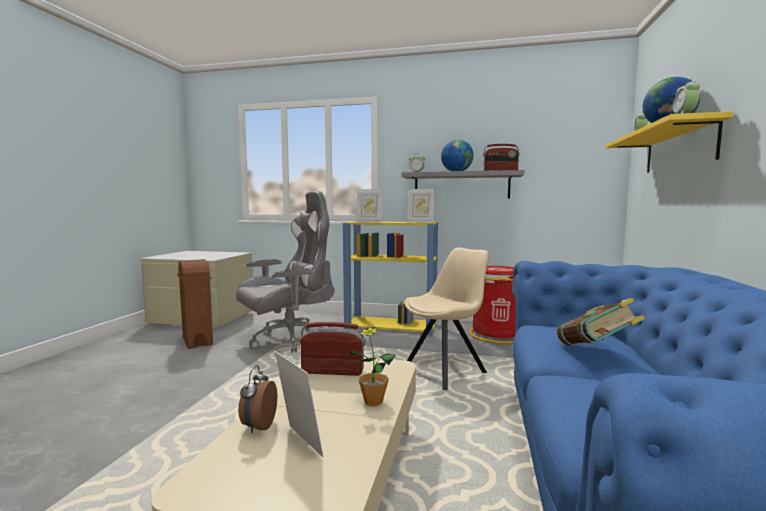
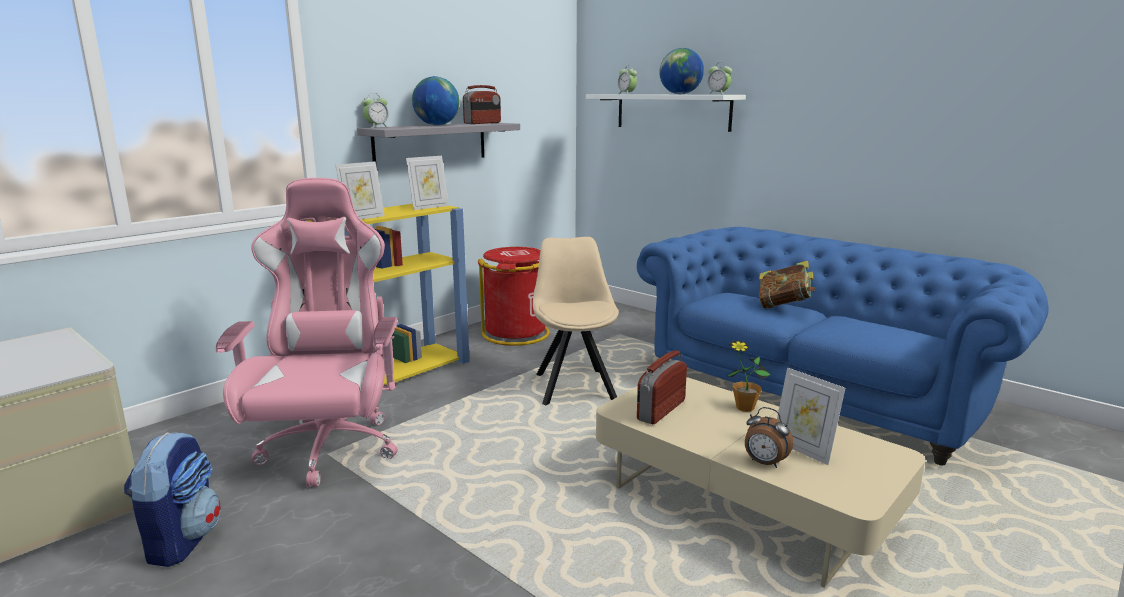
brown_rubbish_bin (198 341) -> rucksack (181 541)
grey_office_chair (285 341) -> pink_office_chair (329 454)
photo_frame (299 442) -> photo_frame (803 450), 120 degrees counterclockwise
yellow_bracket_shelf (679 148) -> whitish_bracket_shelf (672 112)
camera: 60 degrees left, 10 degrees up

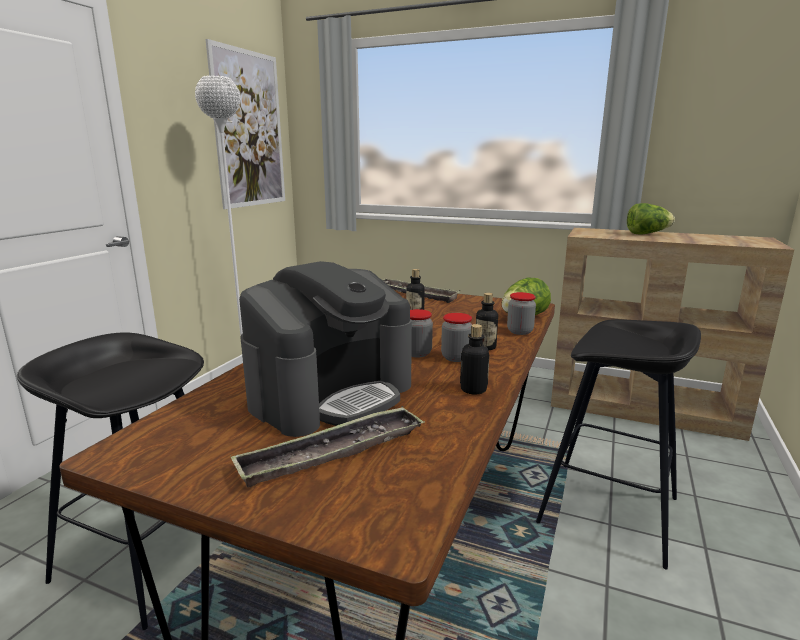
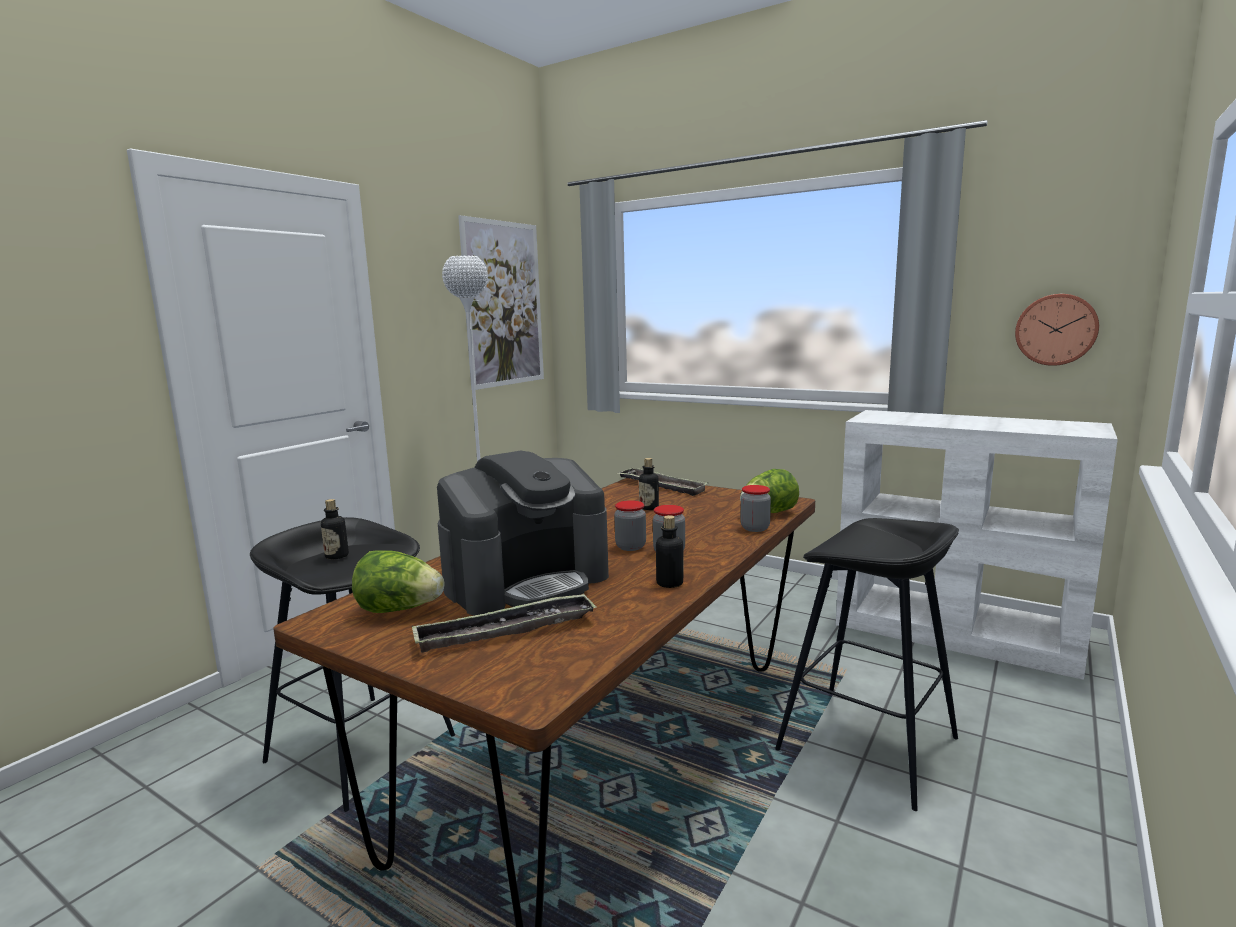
drink_bottle (485 347) -> drink_bottle (337 556), moved
brown_shelving_unit (642 407) -> whitish_shelving_unit (954 631)
lettuce_head (646 234) -> lettuce_head (400 610), moved
none -> clock_on_the_wall (1056 329)
camera: 10 degrees right, 5 degrees down

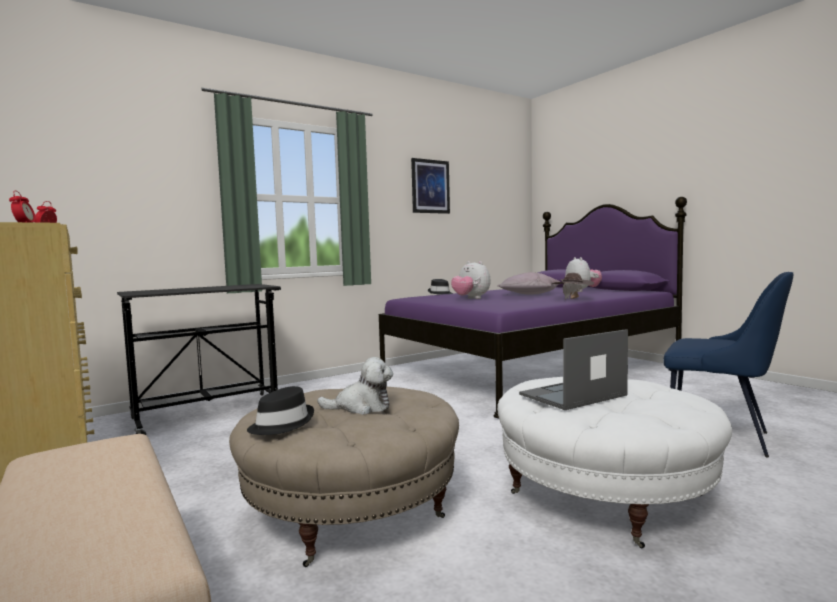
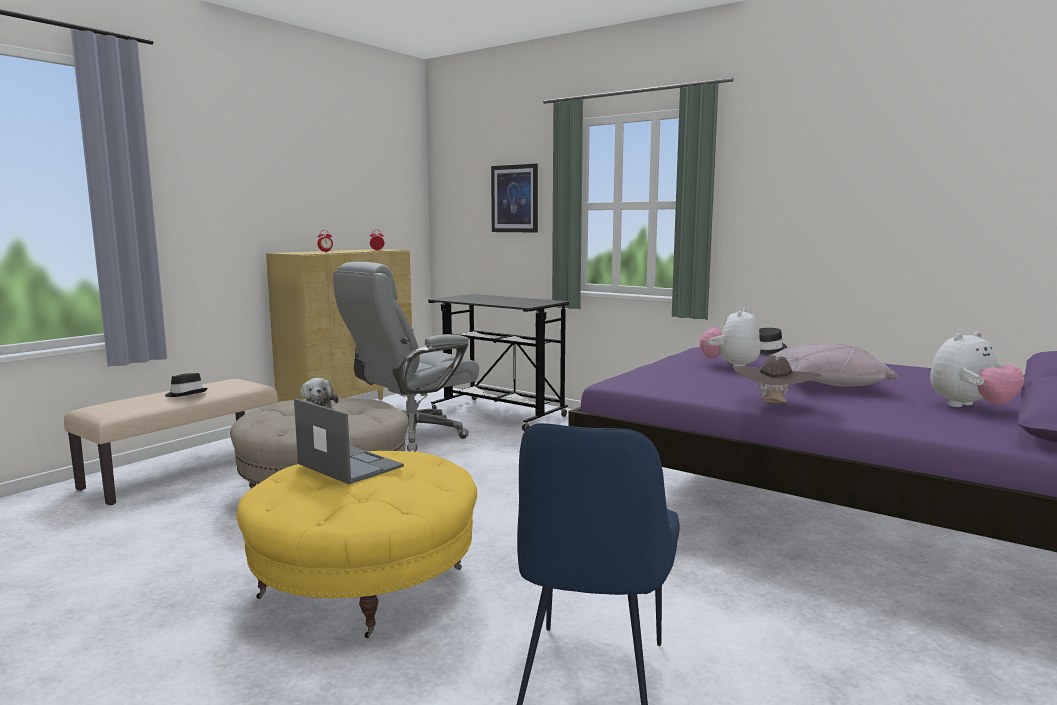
black_hat (281 424) -> black_hat (186 394), moved
wall_art (430 186) -> wall_art (514 198), moved
whitish_pouffe (604 493) -> yellow_pouffe (364 583)
none -> grey_office_chair (411 435)
camera: 70 degrees right, 5 degrees up

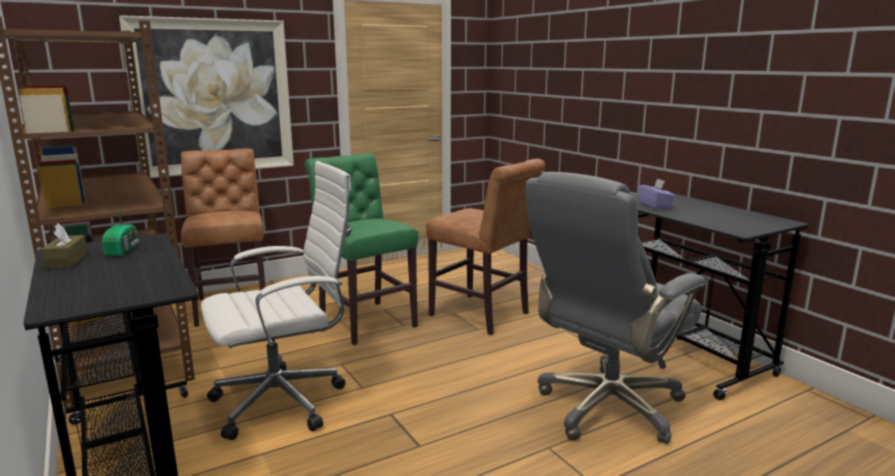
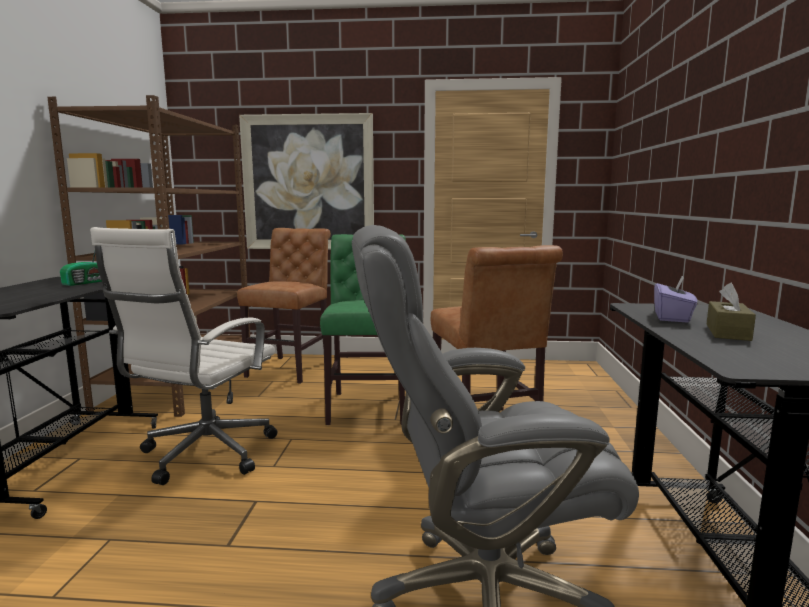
brown_box_of_tissues (67 260) -> brown_box_of_tissues (728 332), moved
whitish_office_chair (285 401) -> whitish_office_chair (204 456), 105 degrees clockwise
camera: 35 degrees right, 5 degrees down

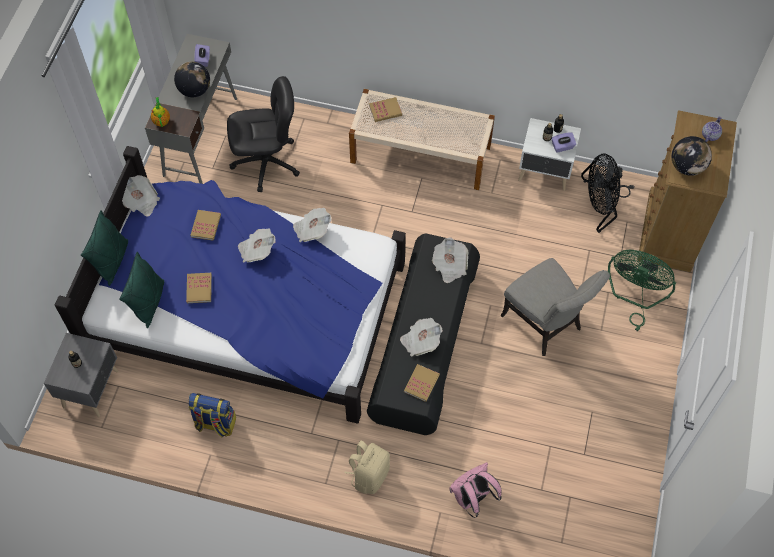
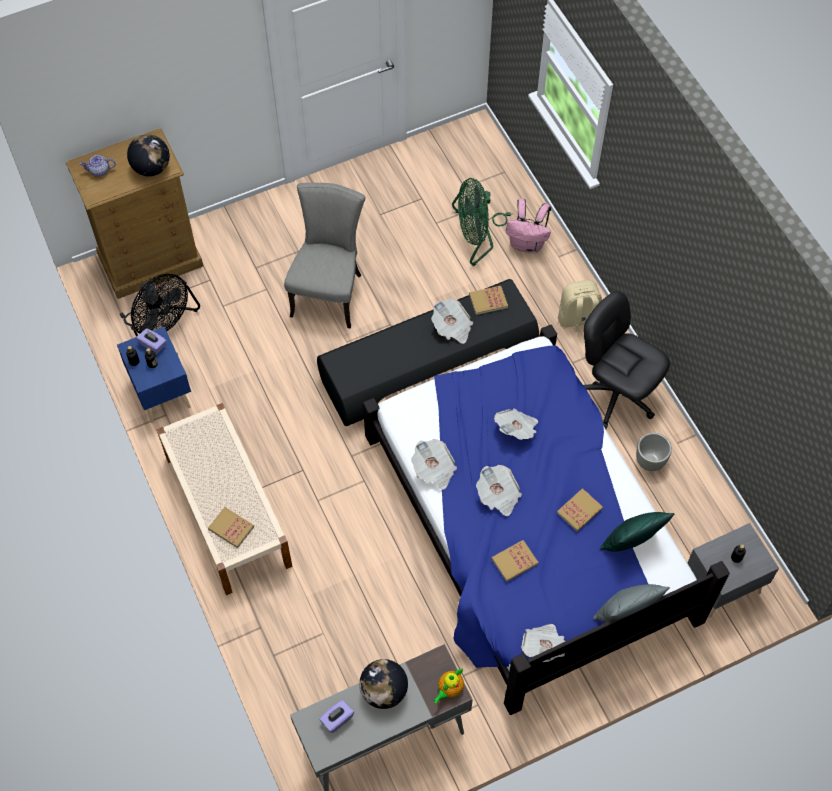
green_cushion (112 261) -> grey_cushion (625 612)
rucksack (215 423) -> grey_flower_pot (650 461)
black_office_chair (266 162) -> black_office_chair (616 393), moved
newspaper (450 266) -> newspaper (517 429), moved
whitish_bedside_table (545 173) -> blue-coloured_bedside_table (162 392)
green_fan (635 296) -> green_fan (478 233), moved
camera: 130 degrees left, 0 degrees up

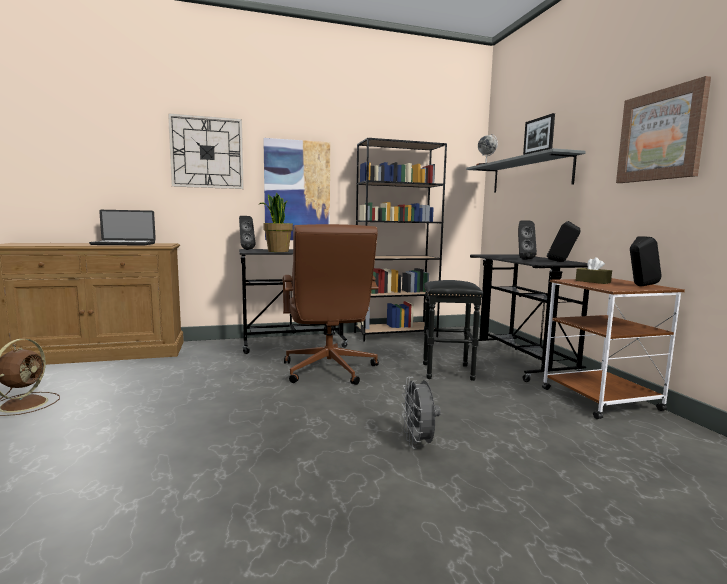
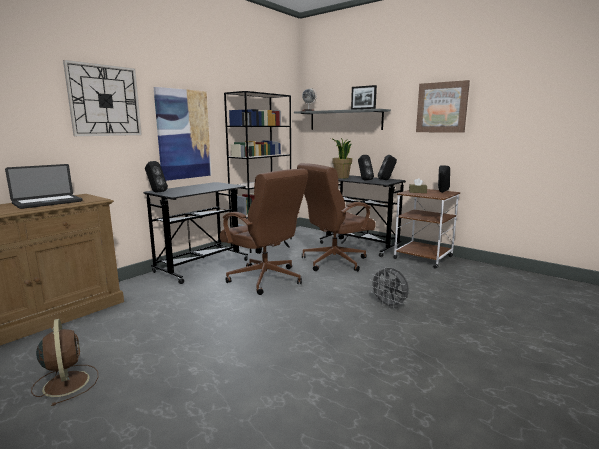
plant_in_a_pot (277 251) -> plant_in_a_pot (341 177), moved
black_stool (446 371) -> brown_office_chair (334 261)
camera: 35 degrees left, 5 degrees up

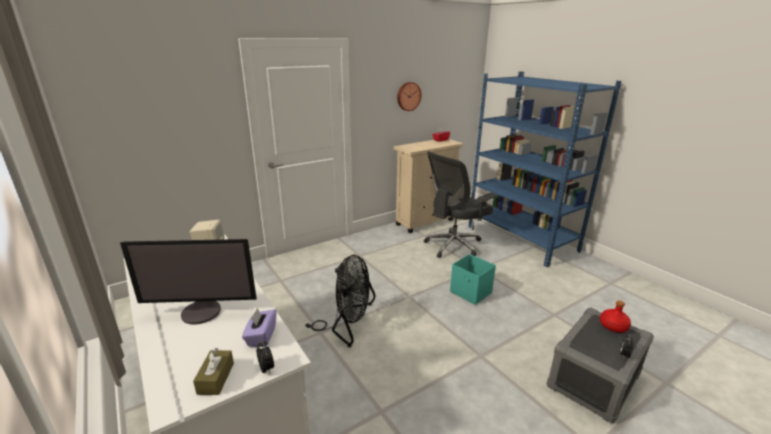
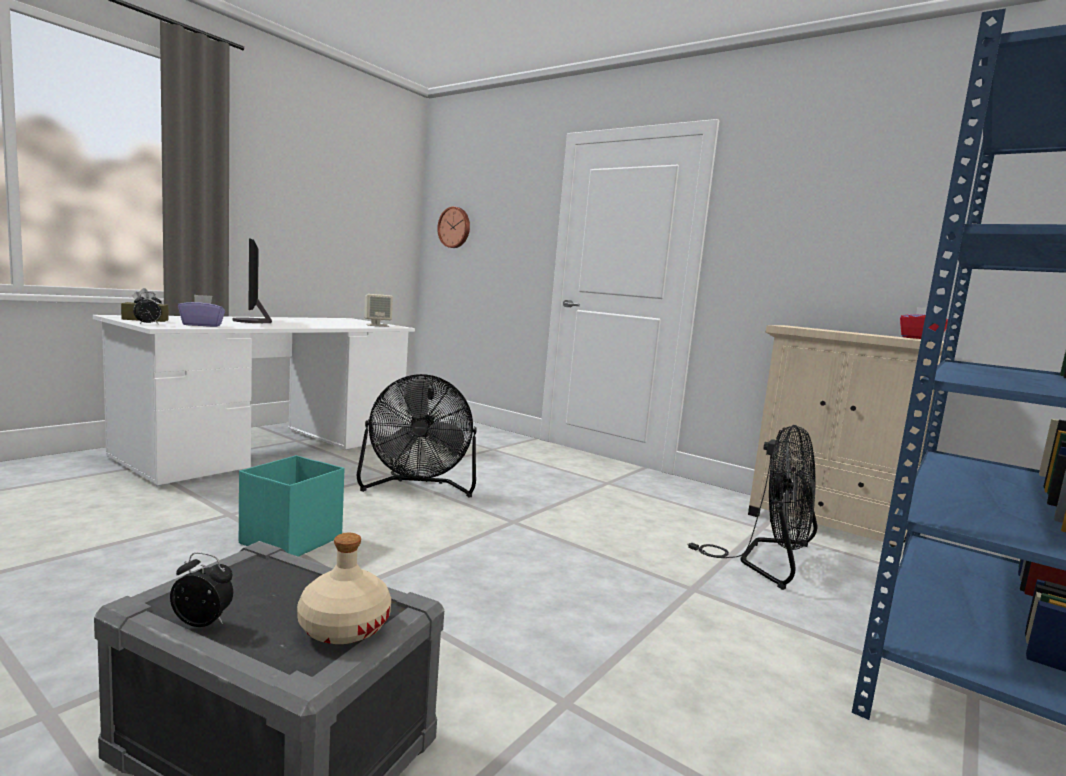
clock_on_the_wall (408 96) -> clock_on_the_wall (455 227), moved
office_chair (453 245) -> black_fan (766 559)
turquoise-coloured_storage_container (471 292) -> turquoise-coloured_storage_container (290 540), moved
reddish_drink_bottle (613 326) -> beige-coloured_drink_bottle (343 627)
camera: 70 degrees right, 15 degrees down

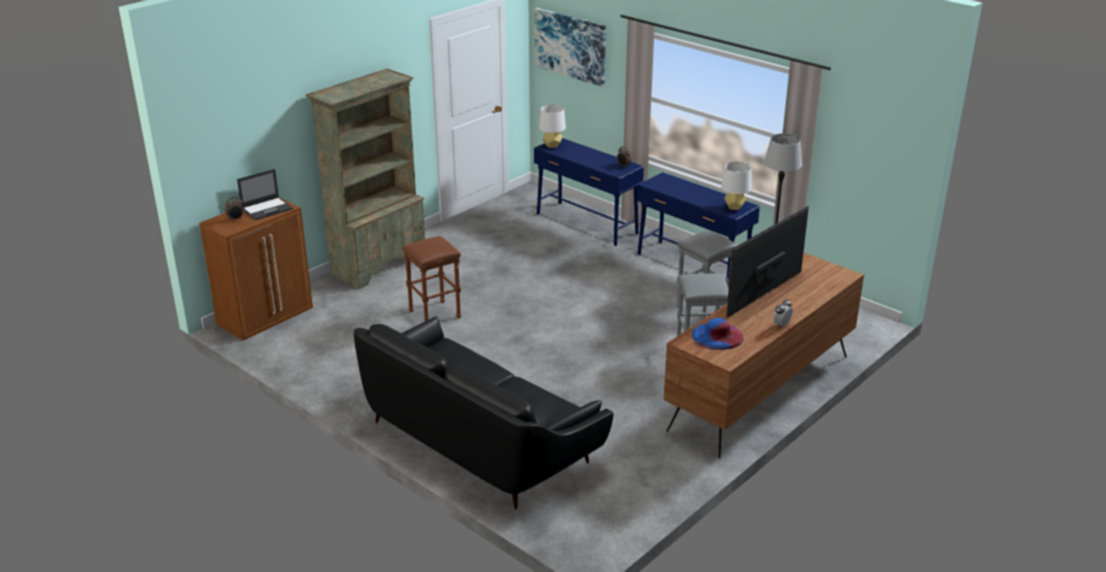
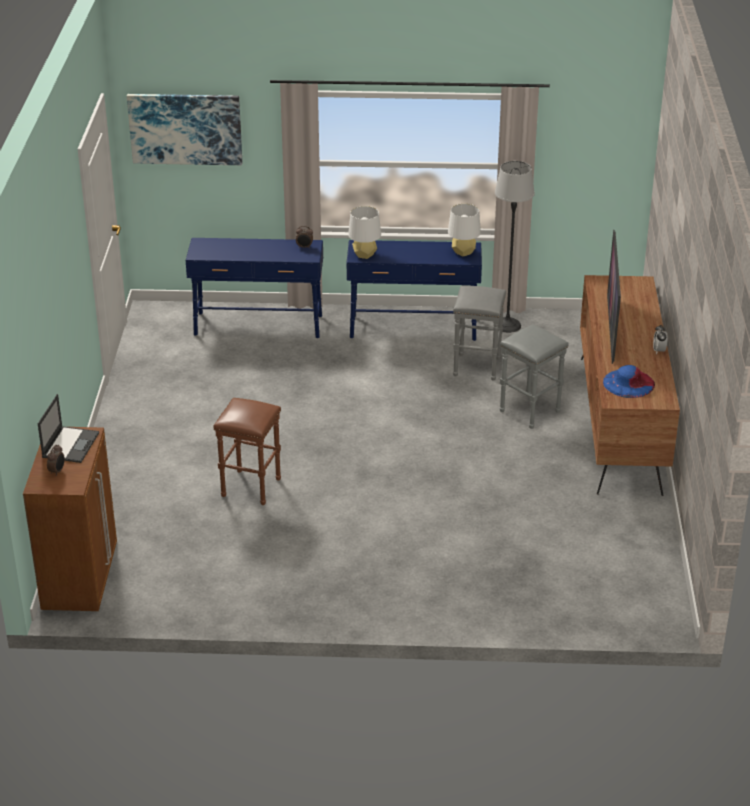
green_shelving_unit (379 265) -> none
black_sofa (479 439) -> none
whitish_lamp_for_a_table (552 145) -> whitish_lamp_for_a_table (364 255), moved
camera: 40 degrees left, 5 degrees up

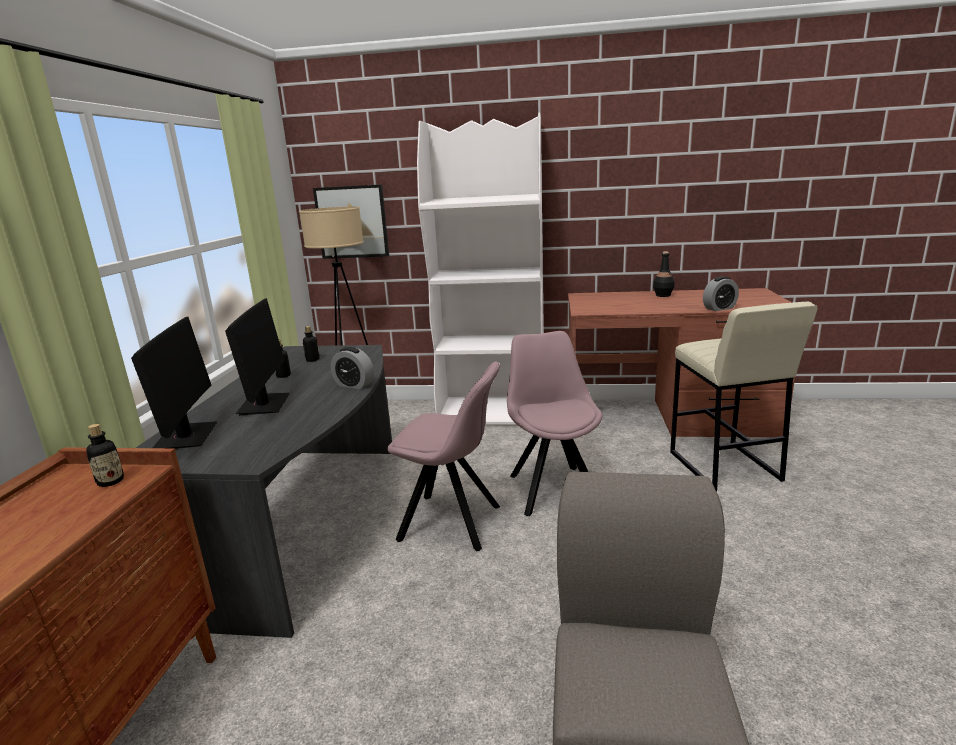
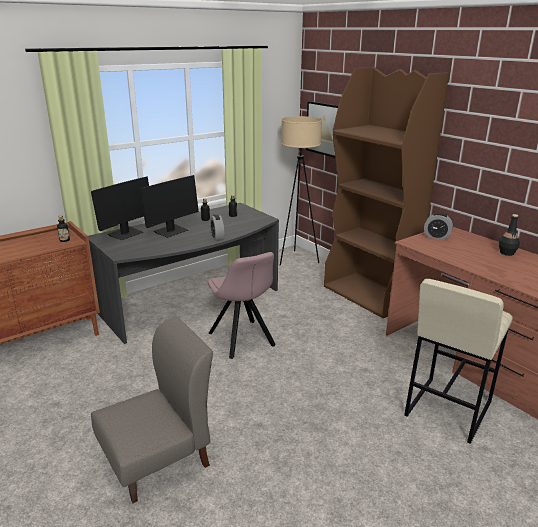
whitish_shelving_unit (493 412) -> brown_shelving_unit (369 295)
pink_upright_chair (553 489) -> none
table_clock (719 308) -> table_clock (436 236), moved
camera: 45 degrees right, 5 degrees up

